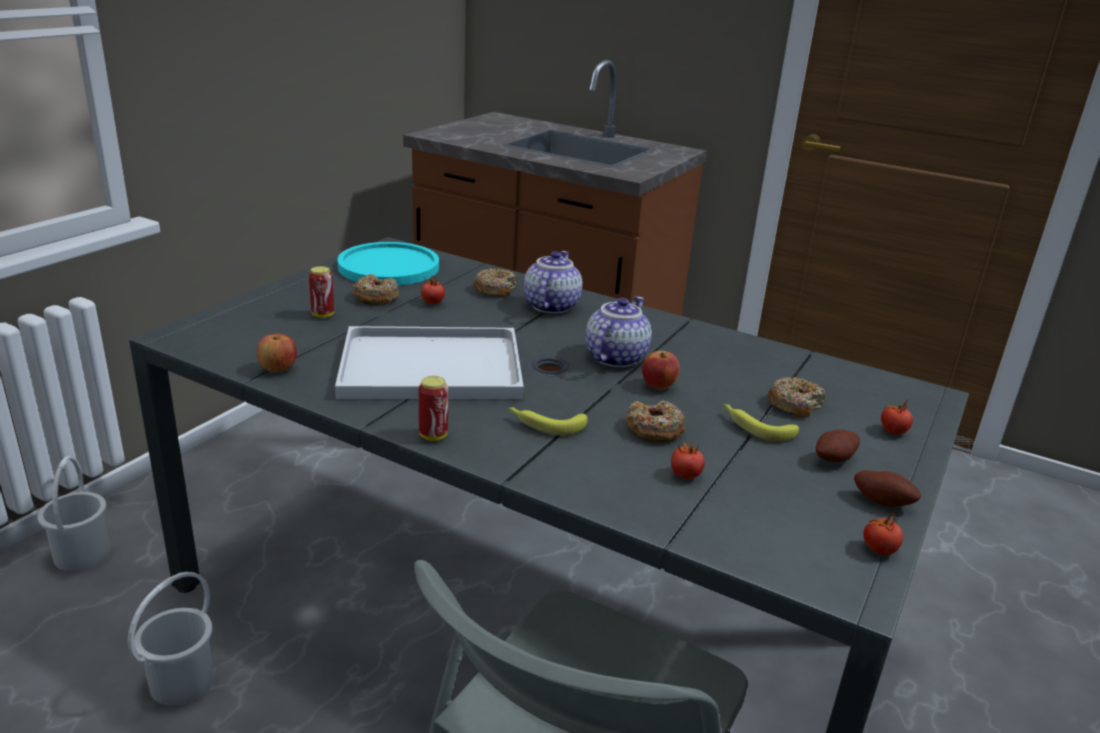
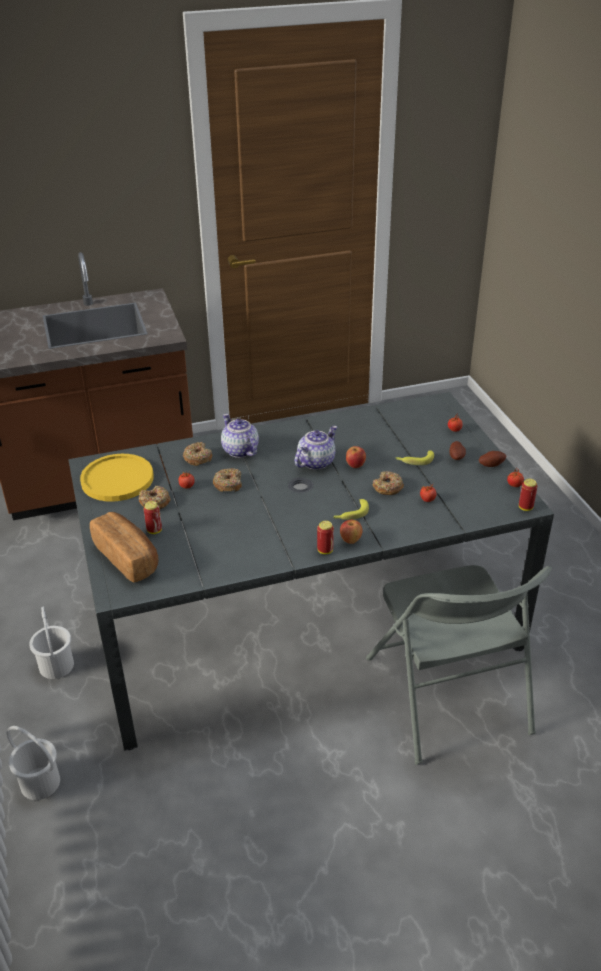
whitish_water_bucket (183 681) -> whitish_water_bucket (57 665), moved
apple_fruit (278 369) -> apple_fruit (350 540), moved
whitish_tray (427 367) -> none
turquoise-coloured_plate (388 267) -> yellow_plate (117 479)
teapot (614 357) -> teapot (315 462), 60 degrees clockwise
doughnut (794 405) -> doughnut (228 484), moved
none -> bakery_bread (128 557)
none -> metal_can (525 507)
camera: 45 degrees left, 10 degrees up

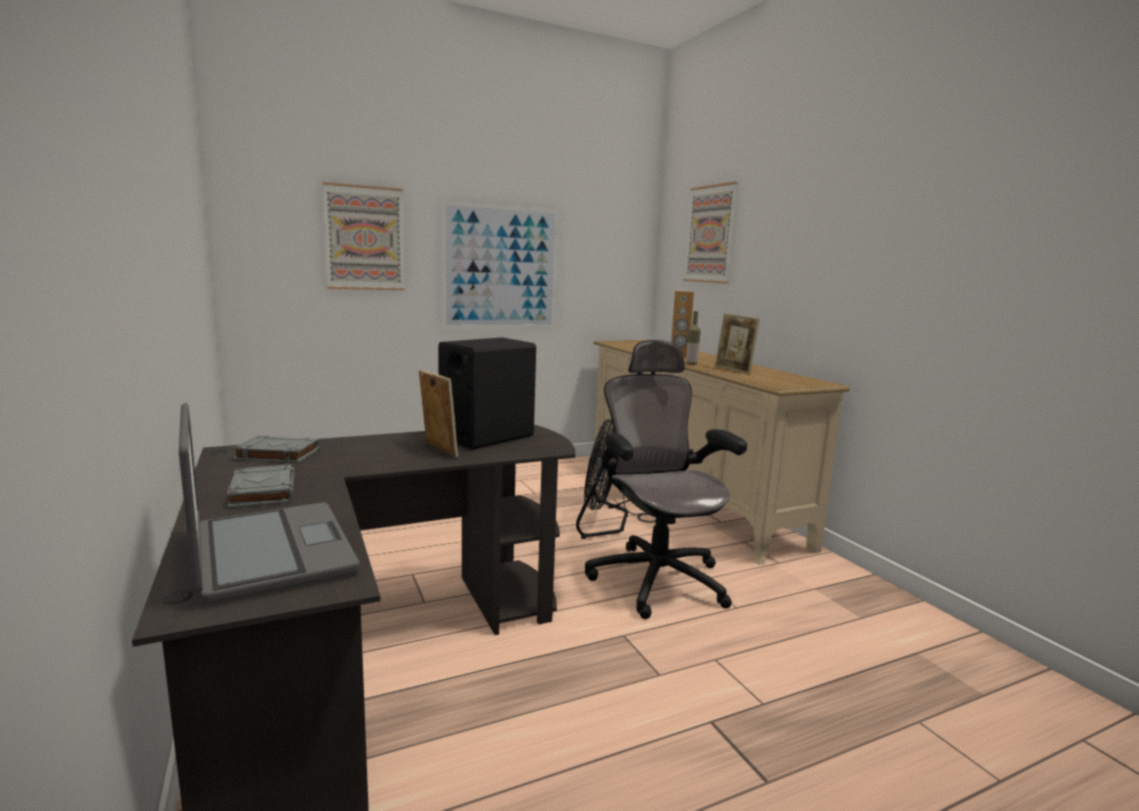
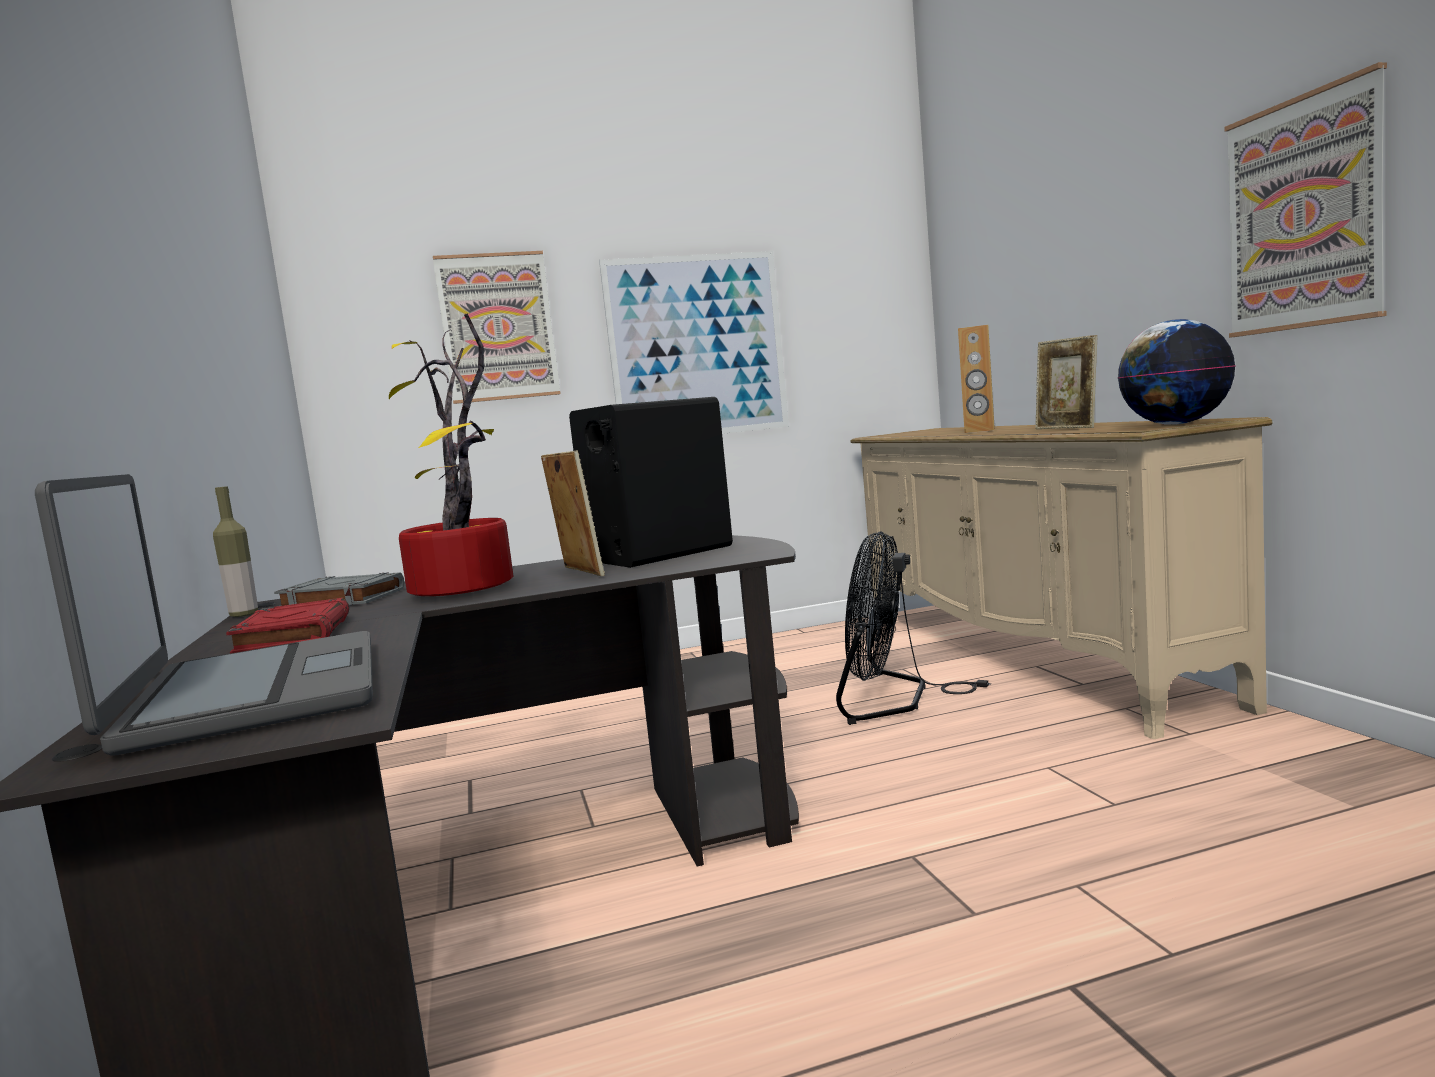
grey_volume (263 491) -> reddish_volume (293 635)
office_chair (656 580) -> none
wall_art (710 234) -> wall_art (1303 214), moved
drink_bottle (691 364) -> drink_bottle (244 614), moved
none -> plant_in_a_pot (470 590)
none -> world_globe (1176 424)
camera: 10 degrees right, 5 degrees down

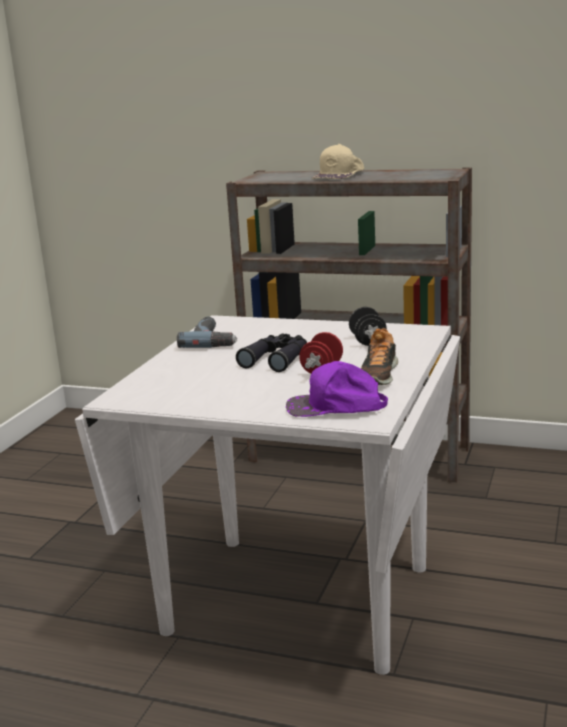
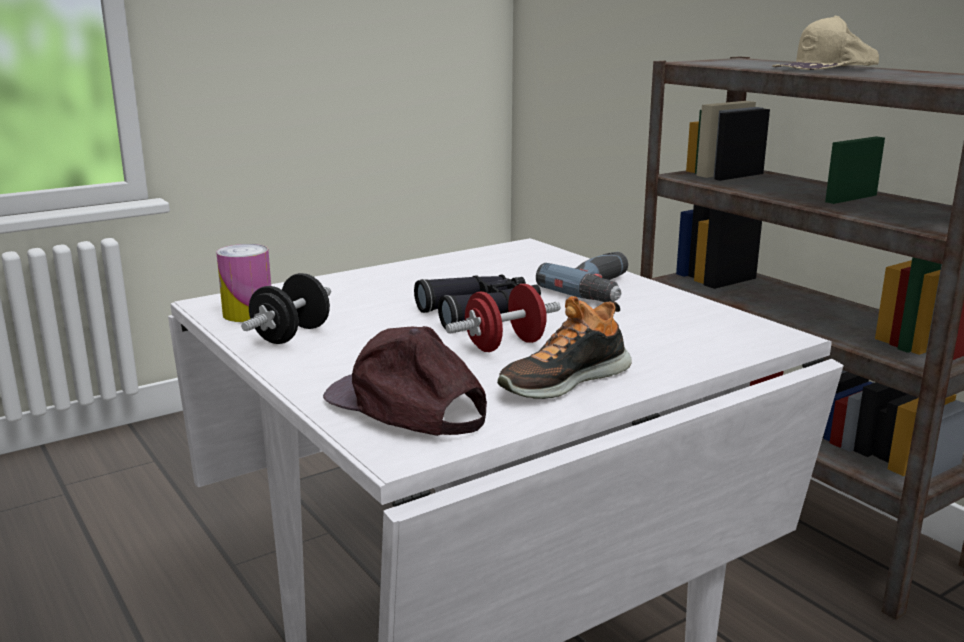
drill (213 340) -> drill (602 289), moved
purple_baseball_cap (336 407) -> brown_baseball_cap (406 407)
black_free_weight (367 341) -> black_free_weight (291 335), moved
none -> metal_can (248 313)
camera: 35 degrees right, 0 degrees up

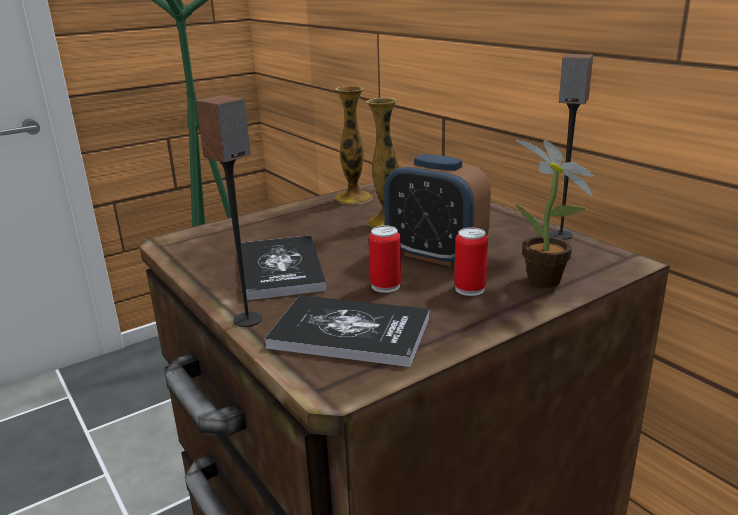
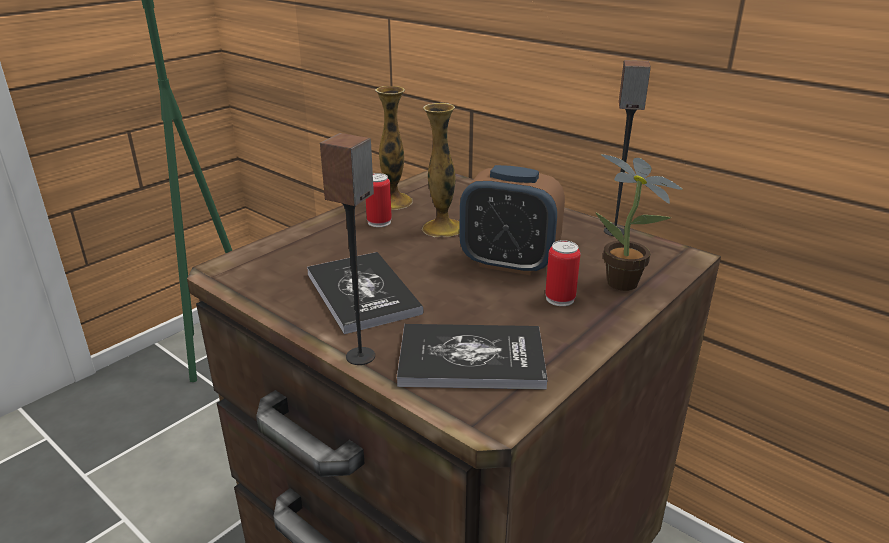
metal_can (385 286) -> metal_can (379 222), moved
camera: 15 degrees left, 5 degrees up

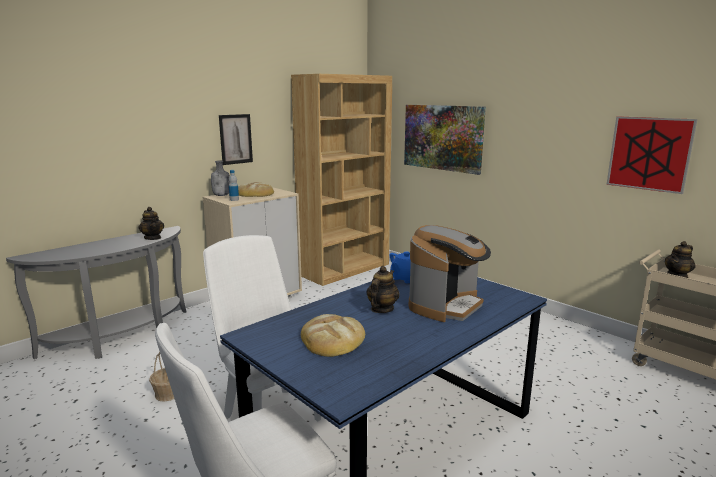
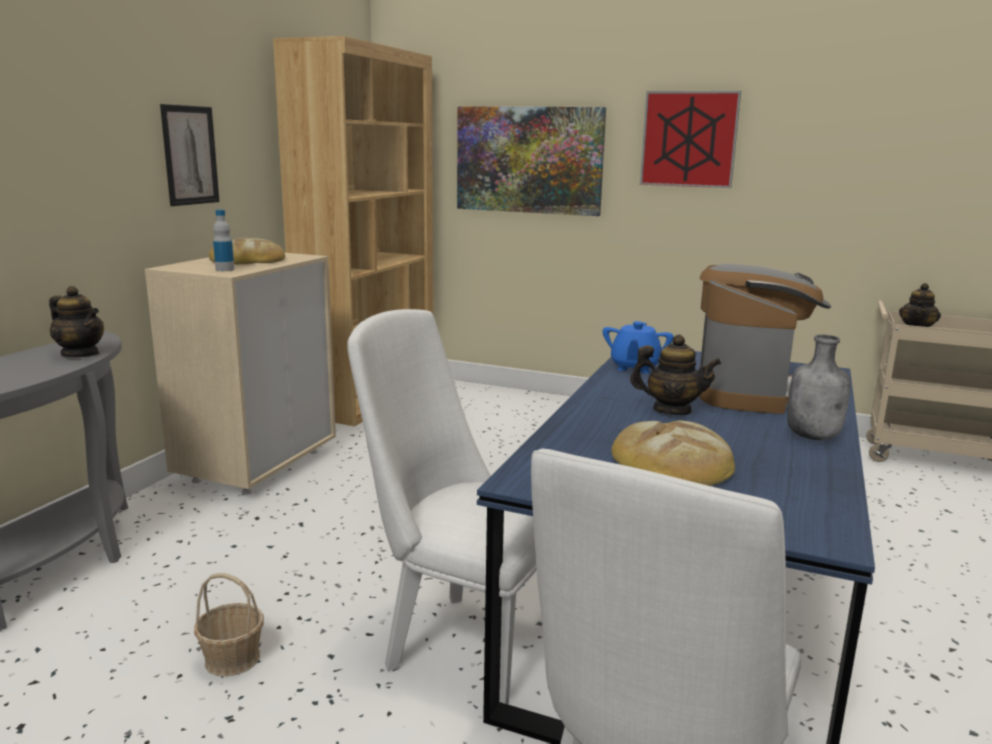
grey_drink_bottle (222 195) -> grey_drink_bottle (813 436), moved
teapot (382 309) -> teapot (671 410), 105 degrees clockwise
wall_art (649 153) -> wall_art (689 139), moved
camera: 25 degrees left, 0 degrees up

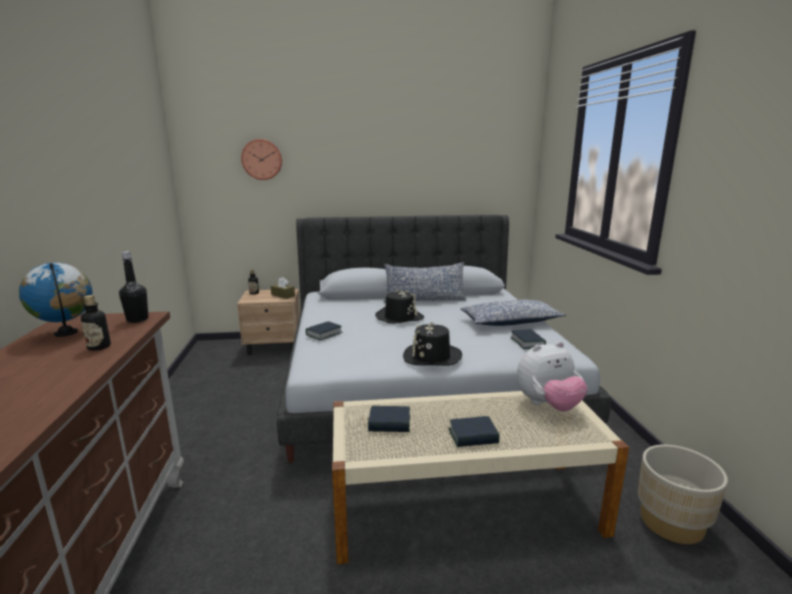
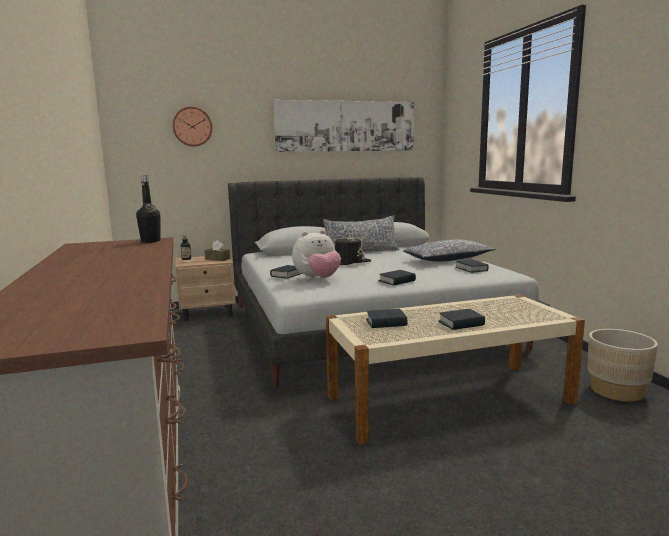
world_globe (66 333) -> none
drink_bottle (99 347) -> none
black_hat (432 357) -> volume (397 281)
plush_toy (547 405) -> plush_toy (317 279), moved
none -> wall_art (346 126)
camera: 10 degrees left, 5 degrees down

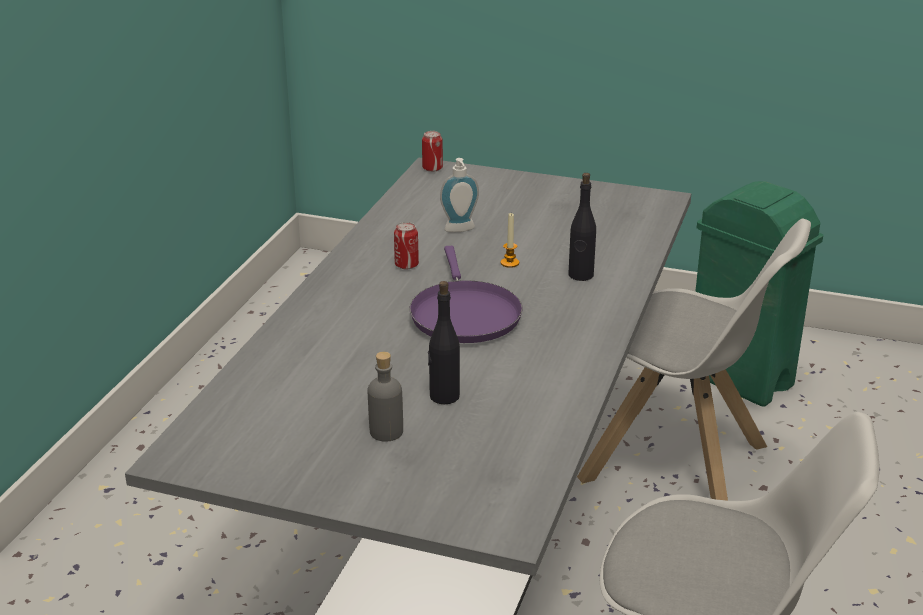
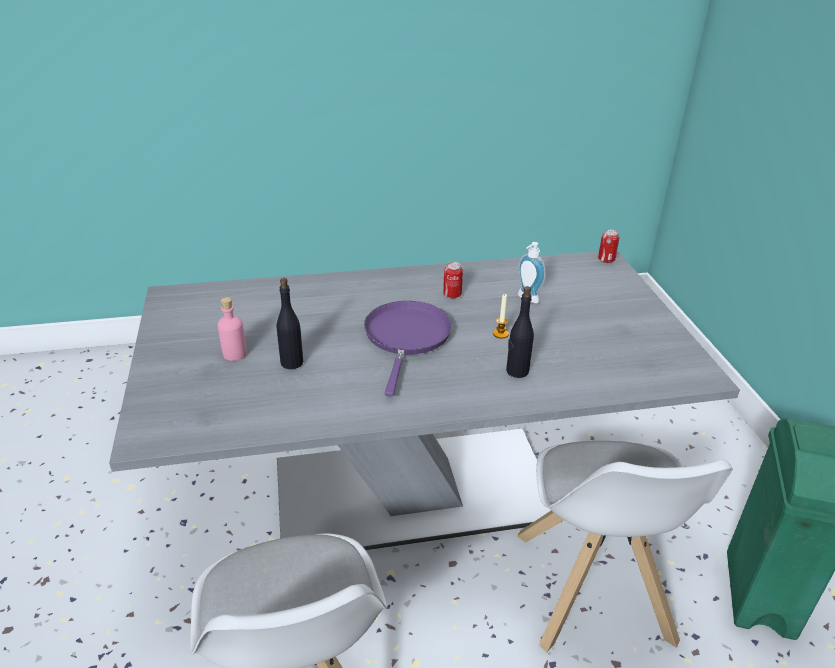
grey_drink_bottle (386 432) -> pink_drink_bottle (234 354)
purple_pan (464 314) -> purple_pan (407 337), 135 degrees clockwise
camera: 60 degrees right, 5 degrees up

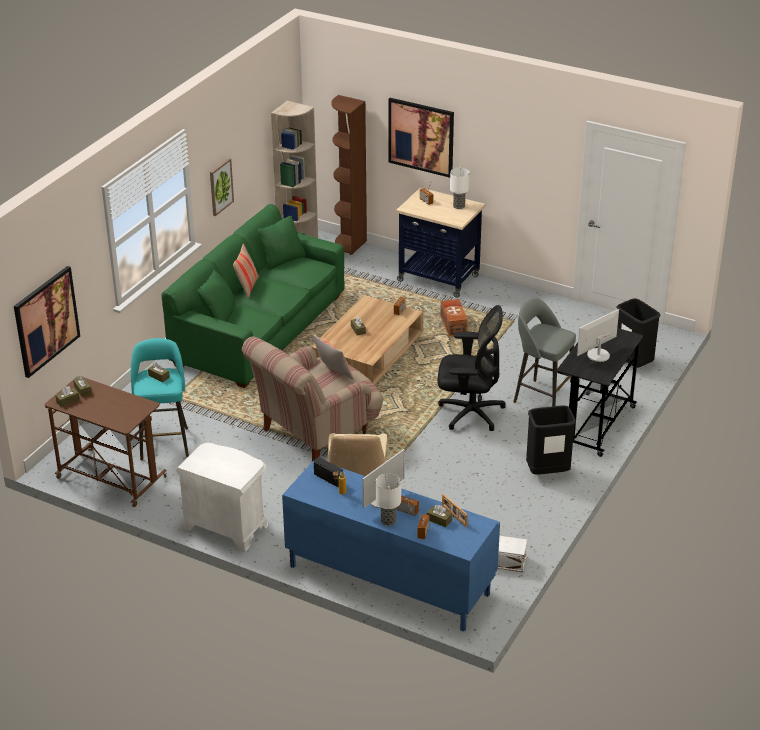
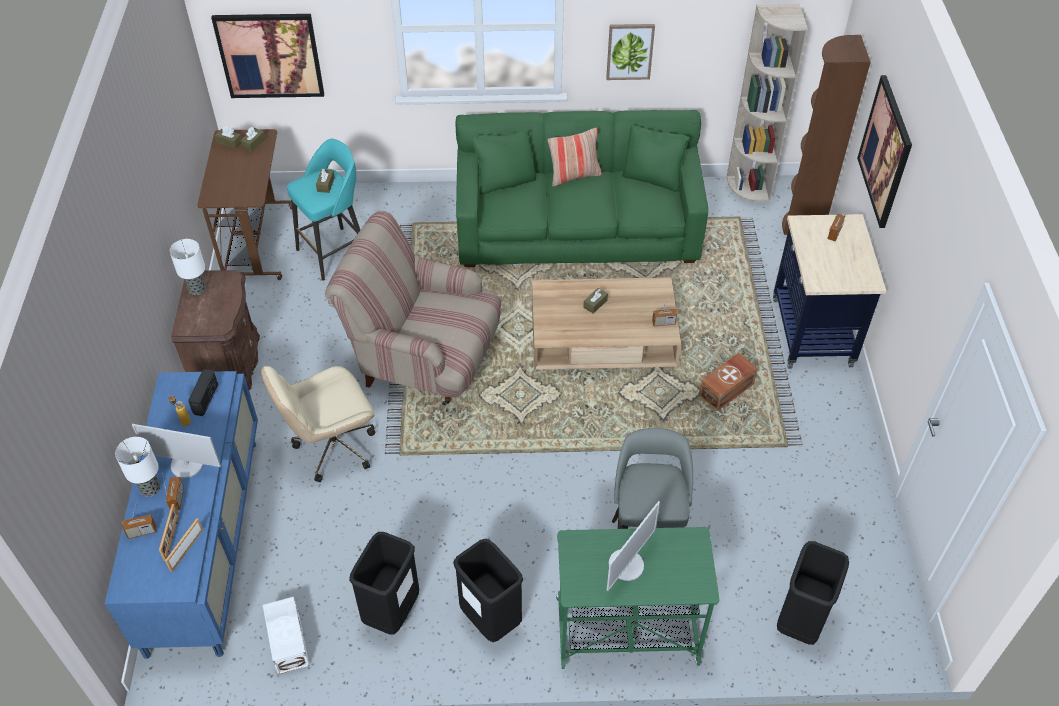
whitish_bedside_table (227 525) -> brown_bedside_table (229 362)
cushion (333 373) -> none
brown_box_of_tissues (439 520) -> photo_frame (172 537)
black_office_chair (467 414) -> none
lamp_for_a_table (459 206) -> lamp_for_a_table (197 289), moved
black_desk_unit (594 424) -> green_desk_unit (627 631)
computer_display (598 355) -> computer_display (626 565), 105 degrees clockwise
none -> black_rubbish_bin (392 612)
camera: 60 degrees right, 15 degrees up

